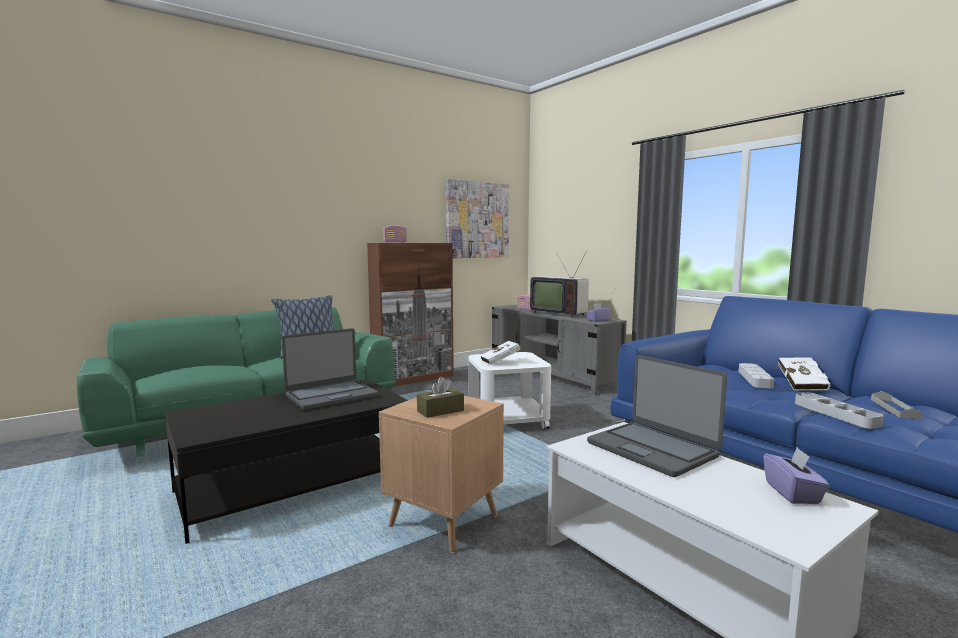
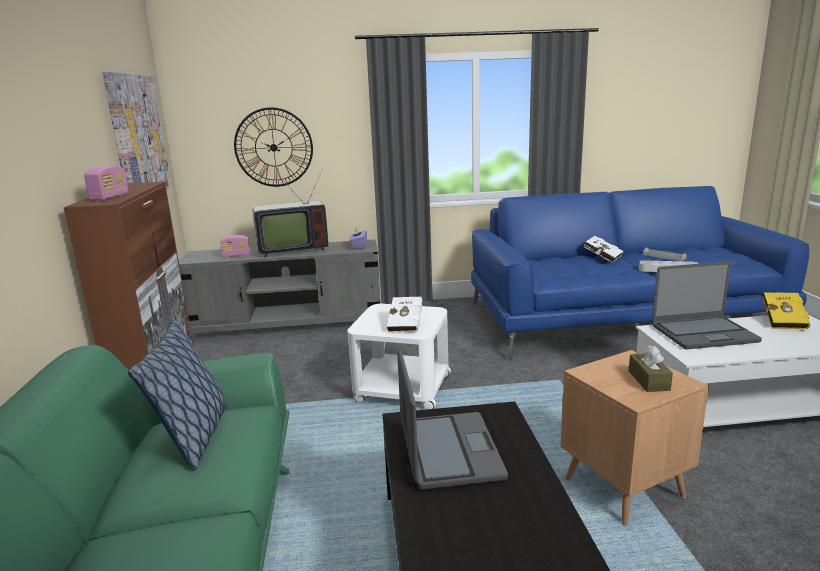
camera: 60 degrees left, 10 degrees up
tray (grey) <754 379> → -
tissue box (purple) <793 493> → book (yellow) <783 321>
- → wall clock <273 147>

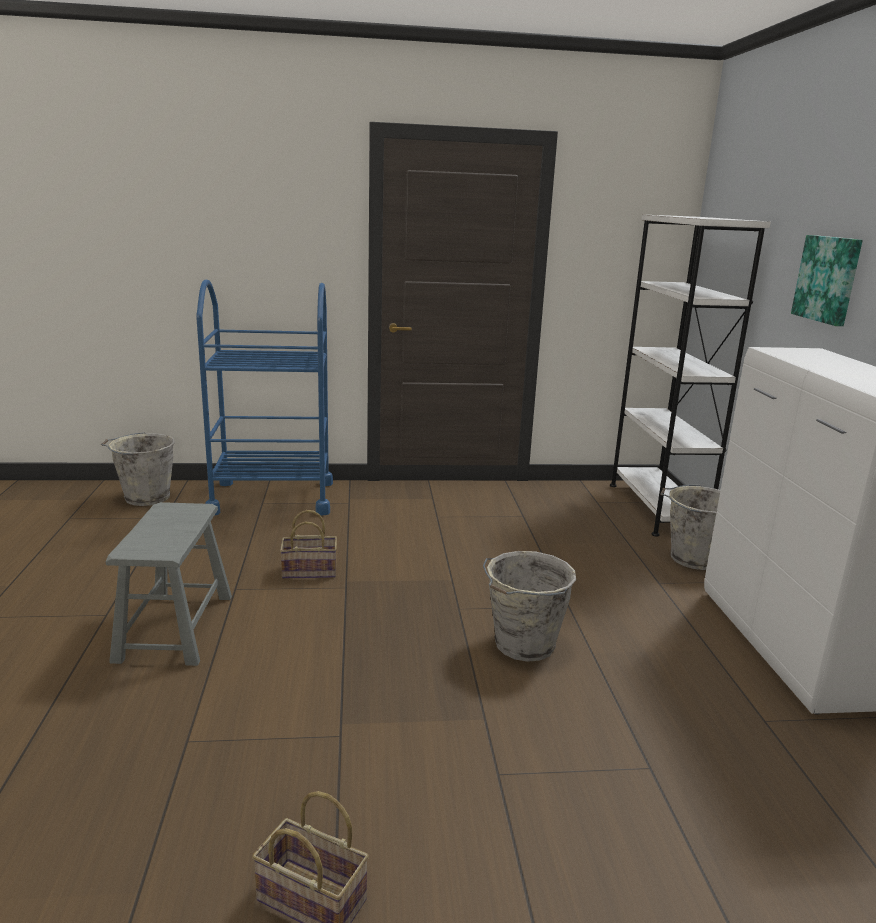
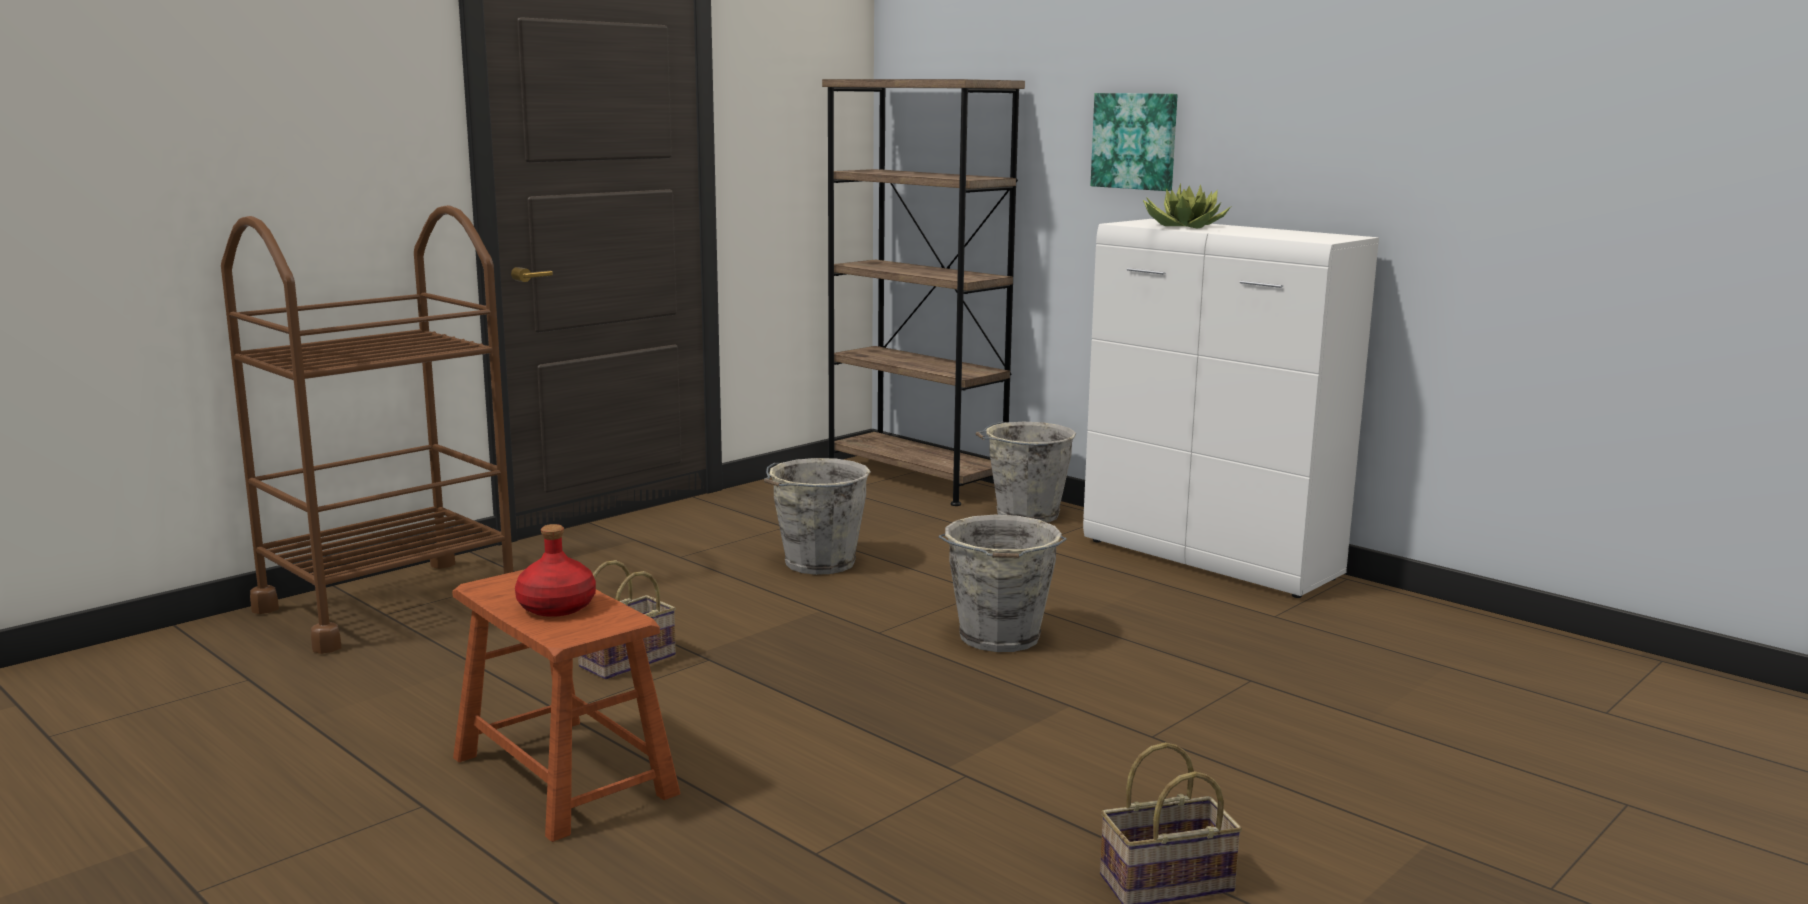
camera: 40 degrees left, 5 degrees down
bookcase (white) <657 508> → bookcase (brown) <915 479>
cart (blue) <272 498> → cart (brown) <389 604>
bucket (grey) <145 497> → bucket (grey) <817 564>, shifted
stool (grey) <175 627> → stool (brown) <564 776>
- → potted plant <1181 226>
- → bottle (red) <557 607>

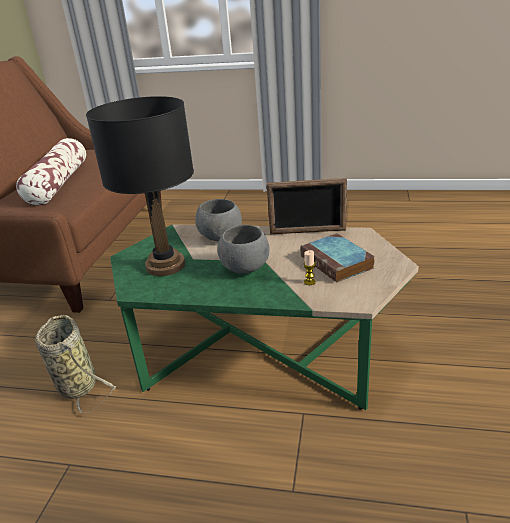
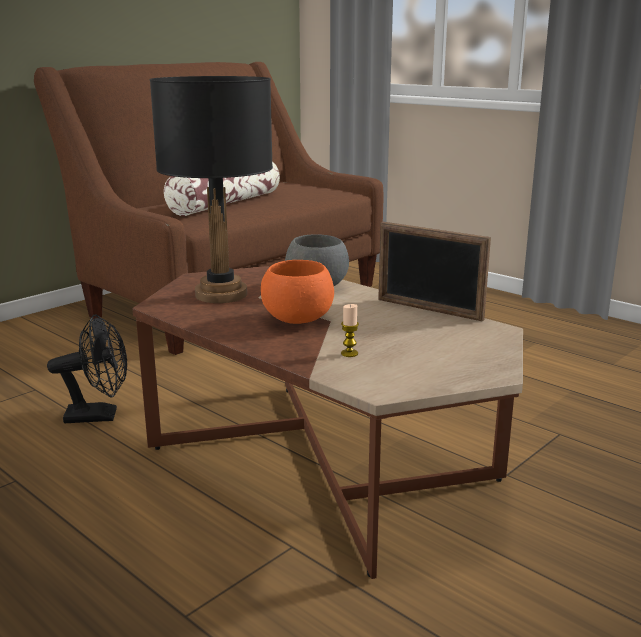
camera: 30 degrees right, 10 degrees down
coffee table (green) <262 351> → coffee table (brown) <321 463>
bowl (grey) <244 268> → bowl (orange) <297 320>
book <338 262> → -
basket <76 384> → fan (black) <100 415>

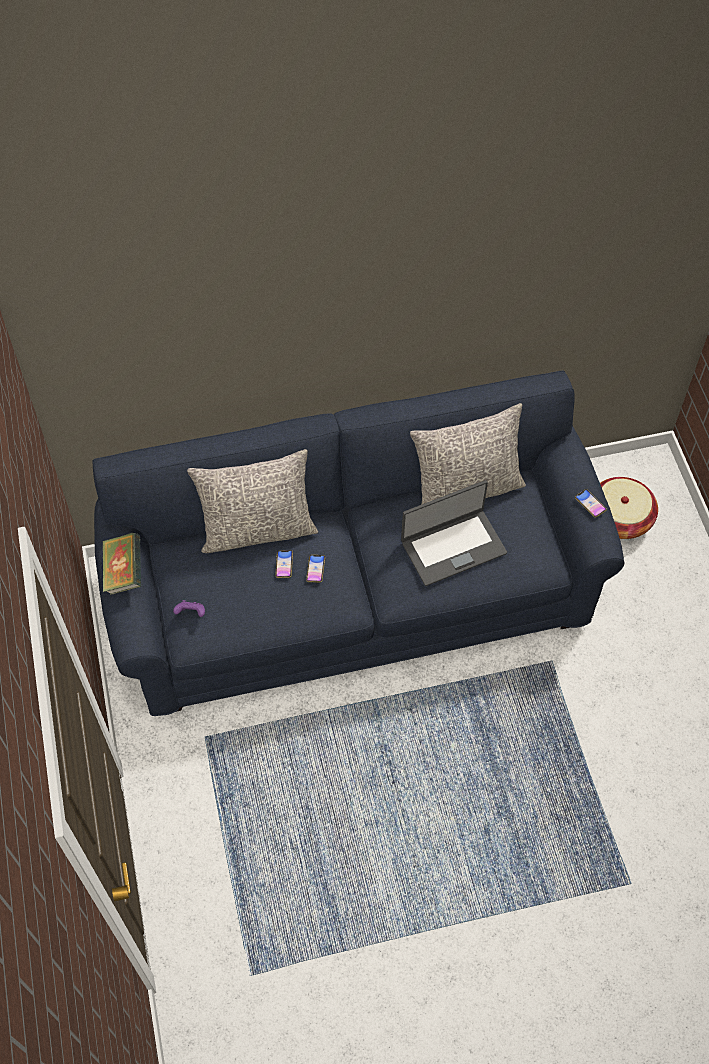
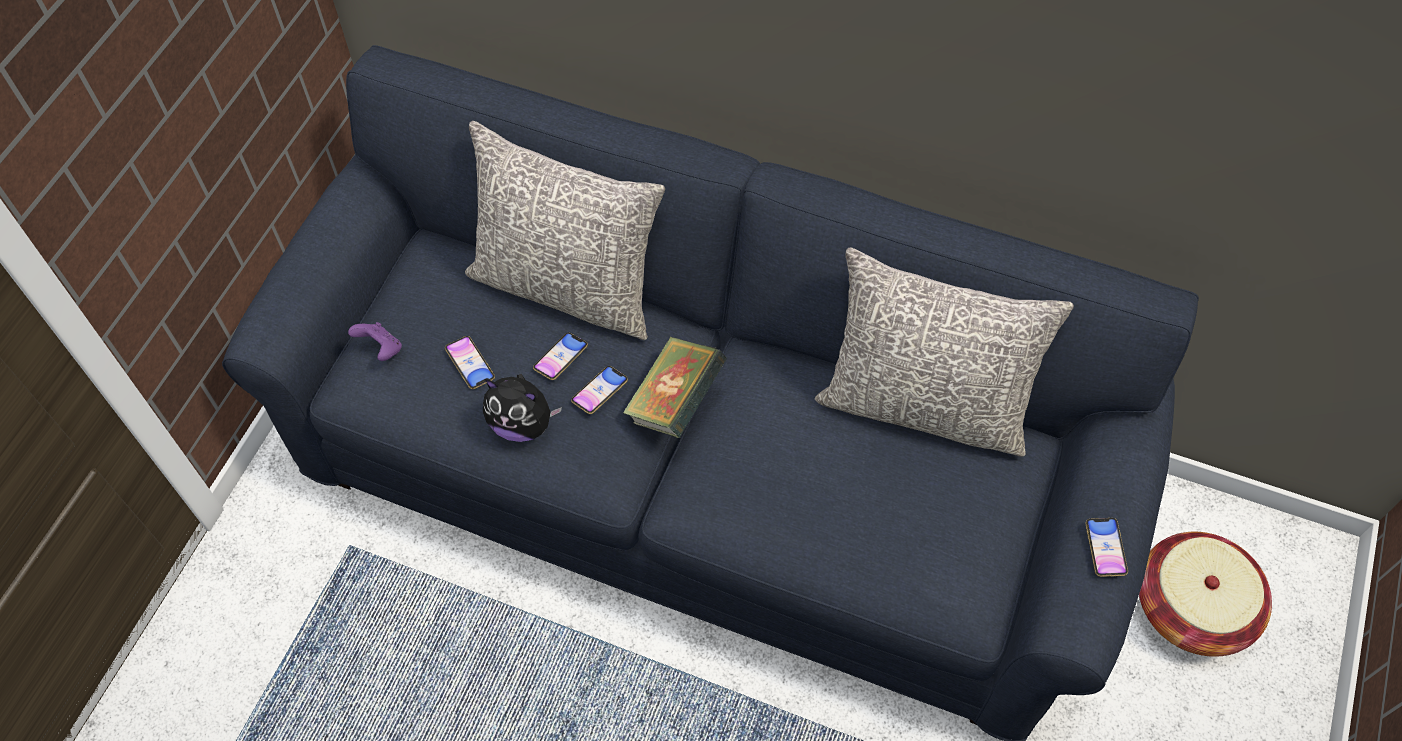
camera: 35 degrees right, 0 degrees up
laptop <453 546> → -
book <124 572> → book <675 402>, shifted
- → phone <470 364>
- → plush toy <522 424>

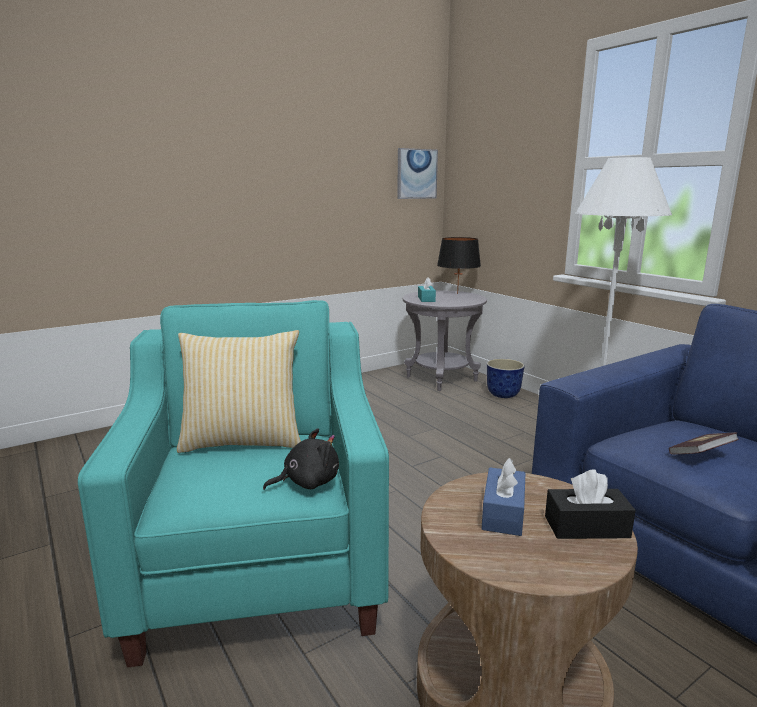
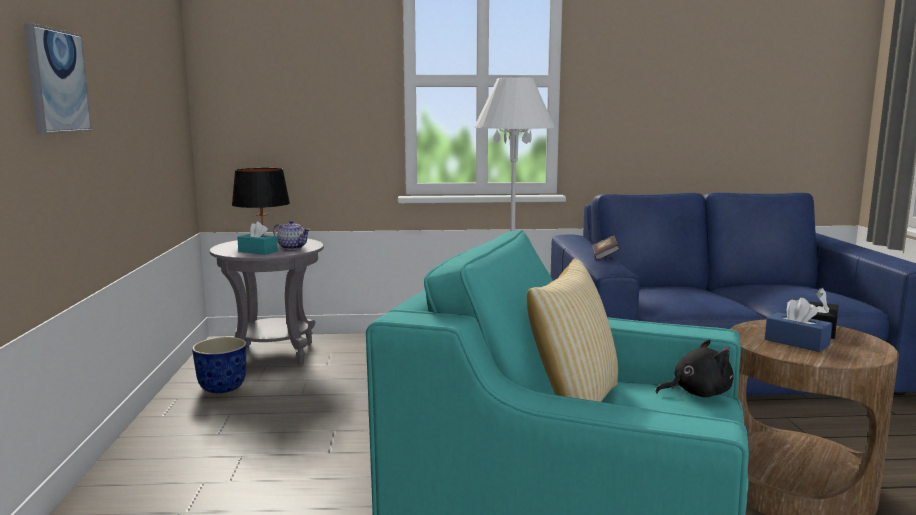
camera: 60 degrees left, 5 degrees down
picture <416 174> → picture <56 81>, shifted
planter <503 394> → planter <222 388>, shifted
plush toy (black) <307 482> → plush toy (black) <697 393>, 75 degrees clockwise
book <701 455> → book <605 256>, shifted
- → teapot <293 247>

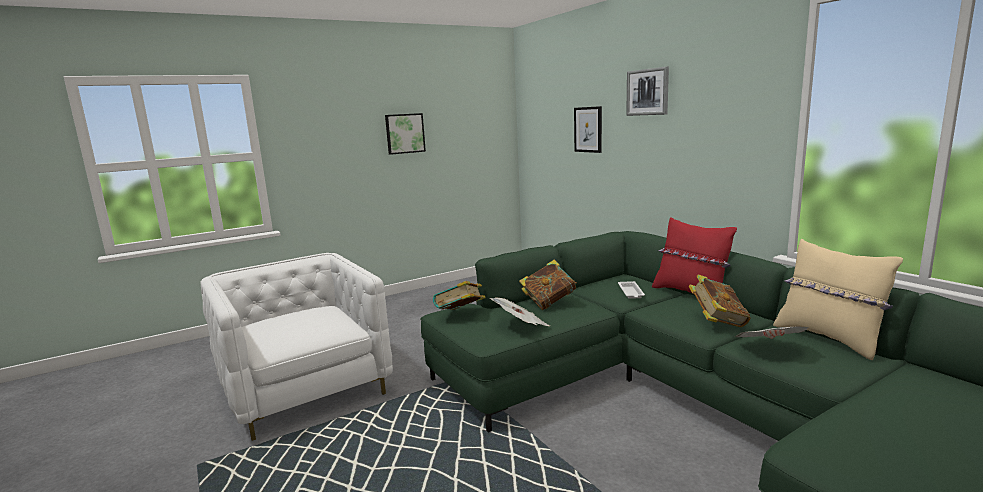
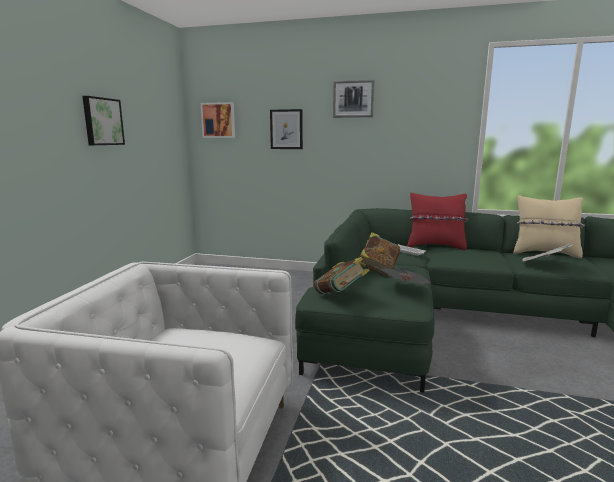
camera: 45 degrees left, 0 degrees up
book <717 321> → -
- → picture <218 120>

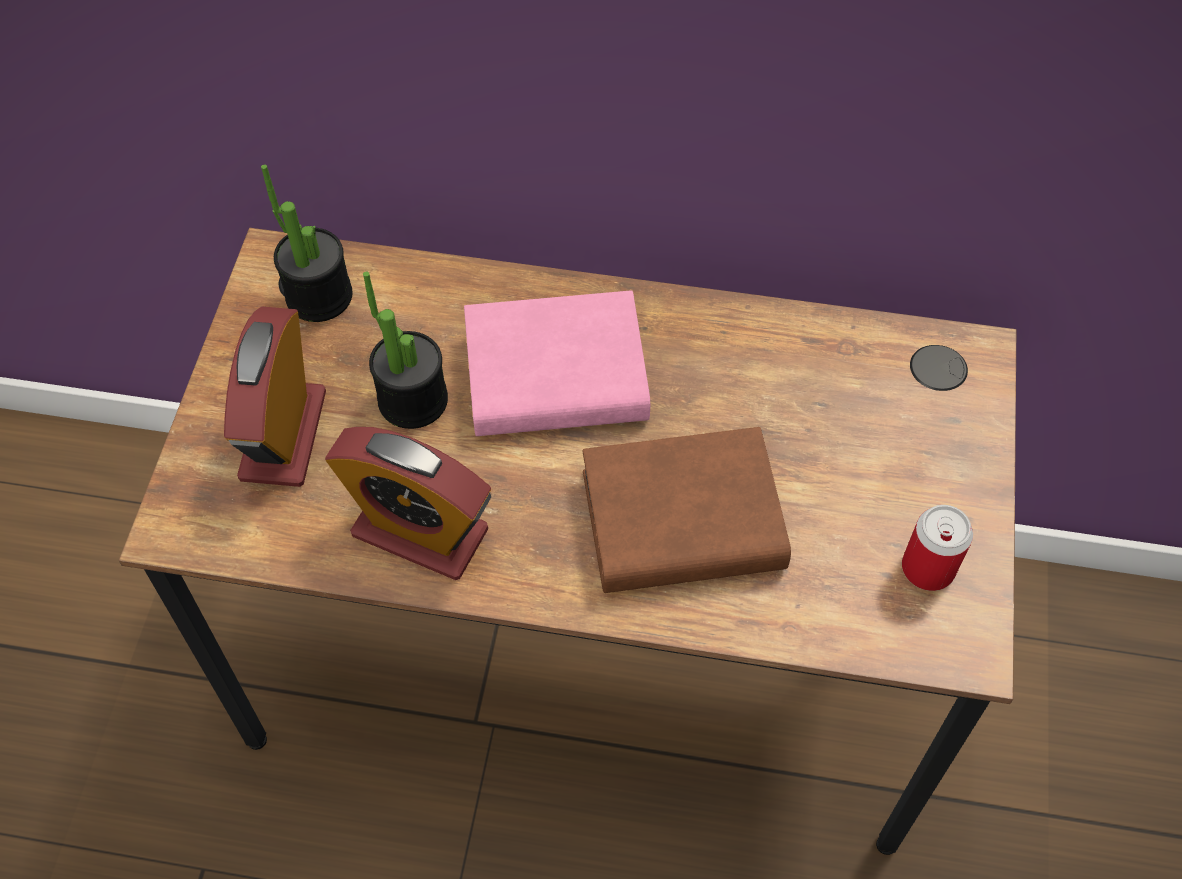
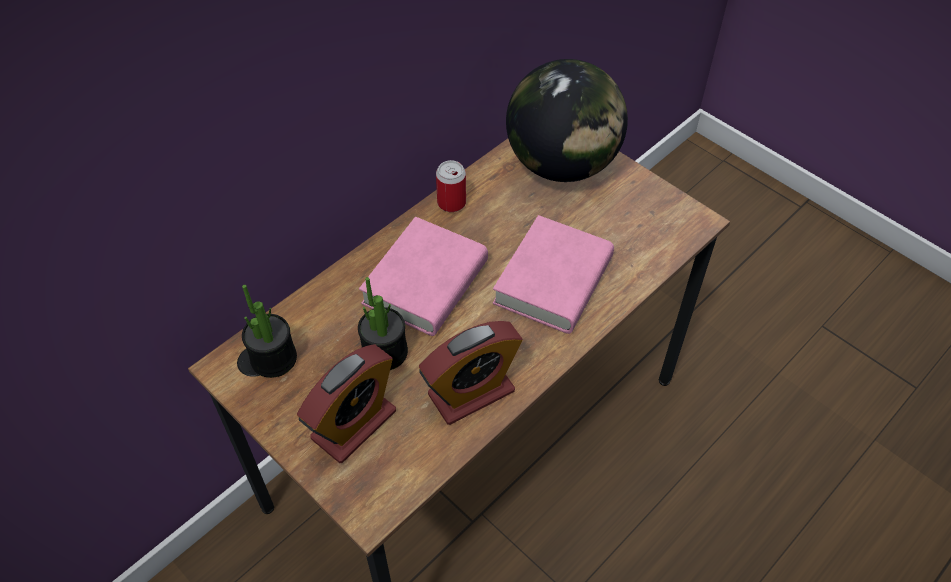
camera: 55 degrees left, 5 degrees down
alarm clock <283 435> → alarm clock <354 425>, 90 degrees counterclockwise
book (brown) <682 521> → book (pink) <553 281>
can <928 568> → can <451 202>, shifted
- → globe <561 164>

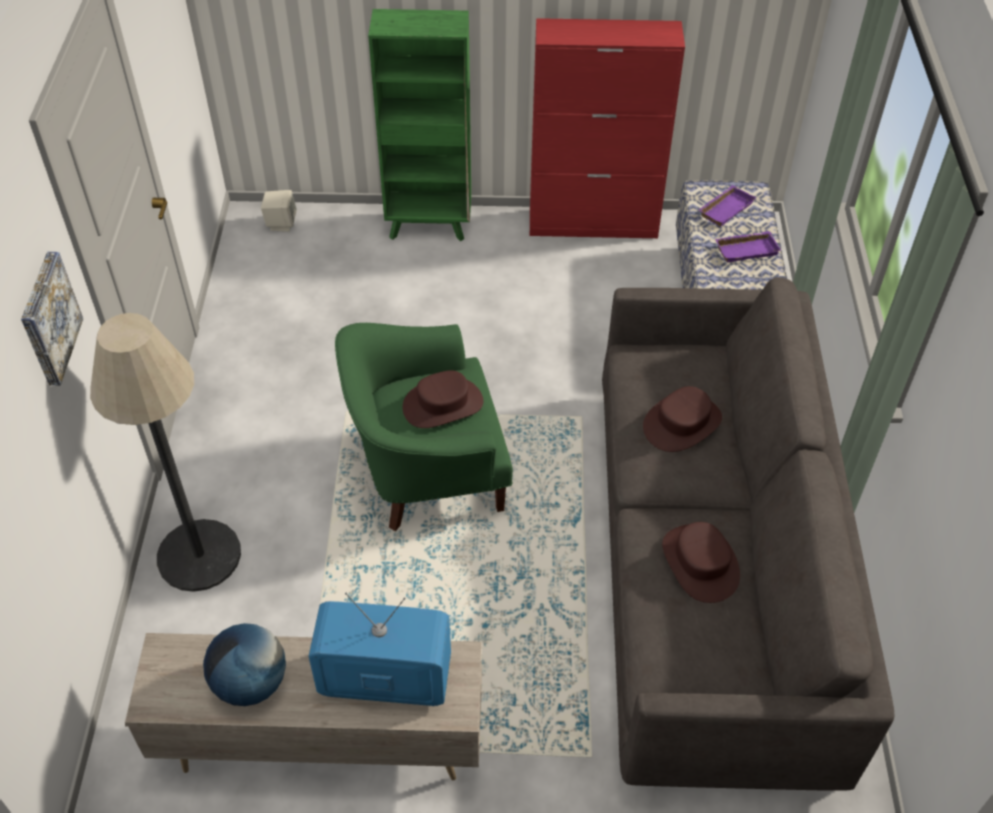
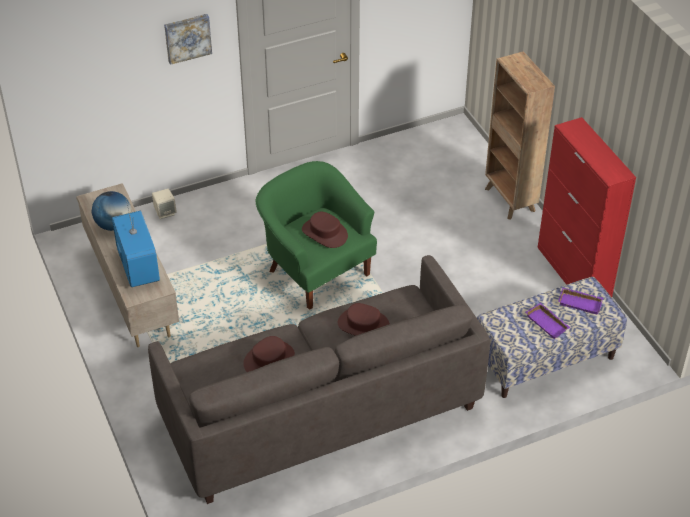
camera: 65 degrees right, 5 degrees down
bookcase (green) <429 225> → bookcase (brown) <510 200>
speaker (beige) <281 223> → speaker (beige) <165 212>, shifted
floor lamp <199 555> → -

